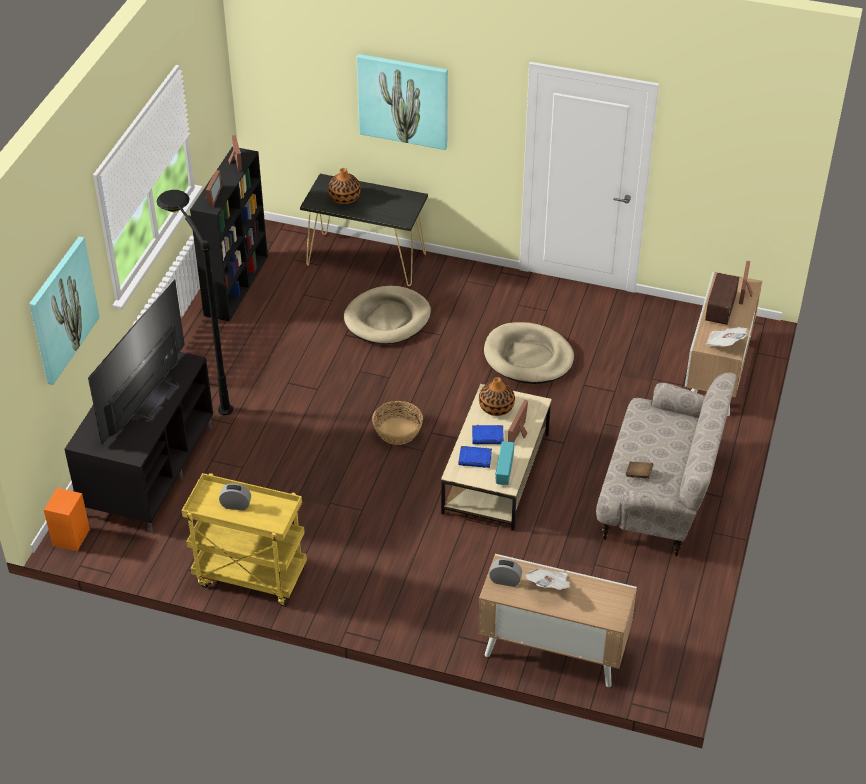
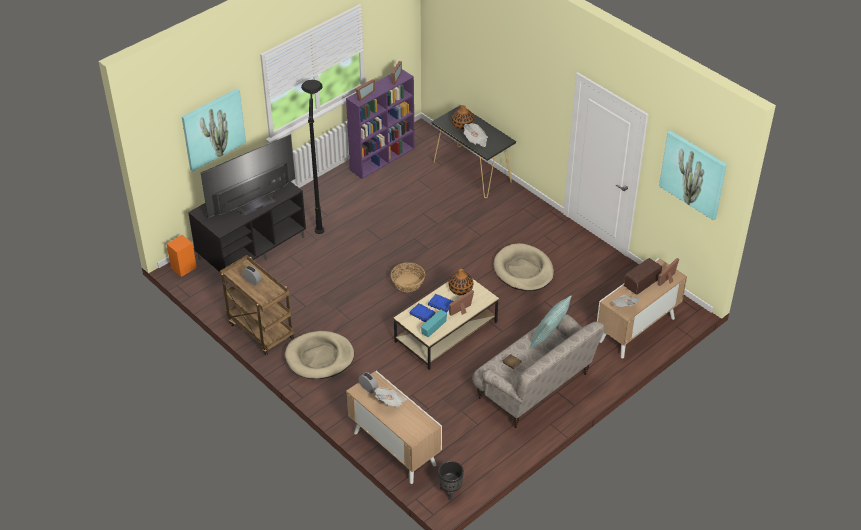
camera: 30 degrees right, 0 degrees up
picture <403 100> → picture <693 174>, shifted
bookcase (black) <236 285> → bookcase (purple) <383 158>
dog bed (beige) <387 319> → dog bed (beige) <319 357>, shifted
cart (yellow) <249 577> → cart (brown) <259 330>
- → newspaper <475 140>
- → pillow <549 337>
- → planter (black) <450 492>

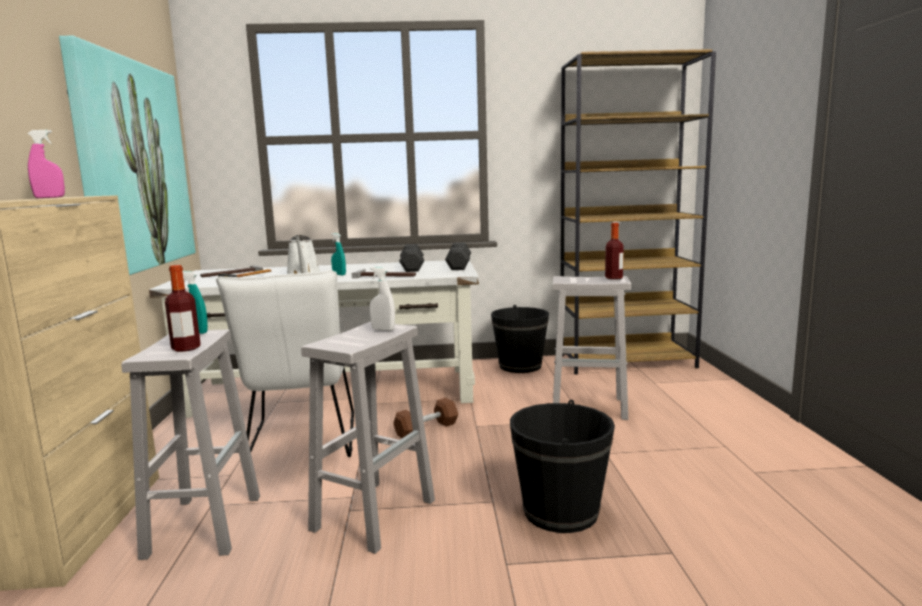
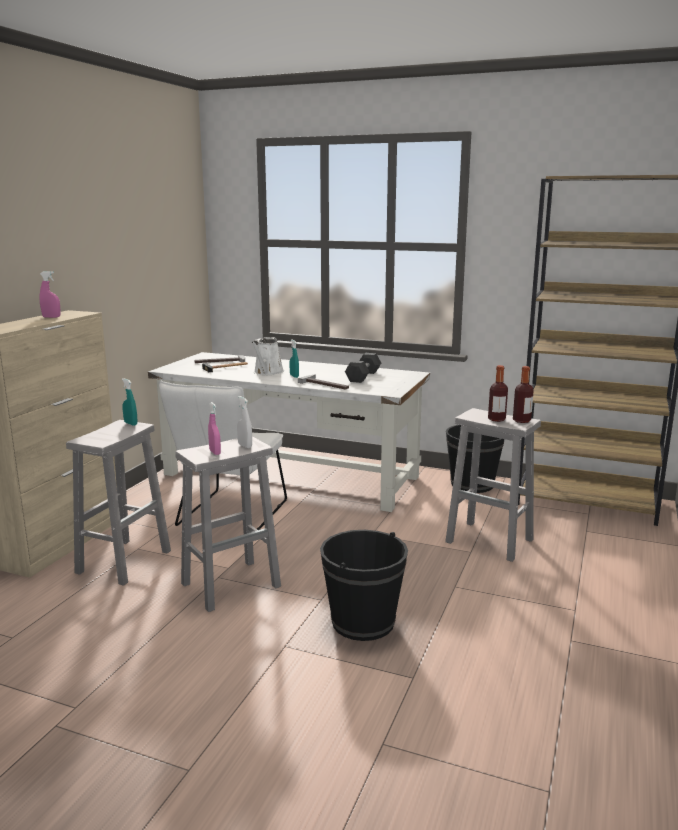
camera: 25 degrees right, 5 degrees up
picture <133 166> → -
dumbbell (grey) <458 266> → -
bottle <186 348> → bottle <496 419>, shifted
dumbbell (brown) <426 429> → -
- → spray bottle (pink) <215 452>

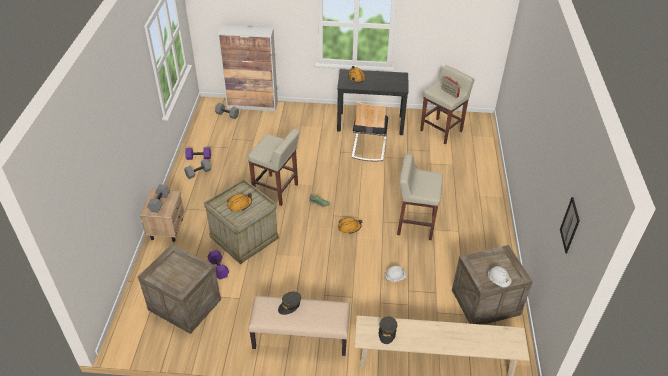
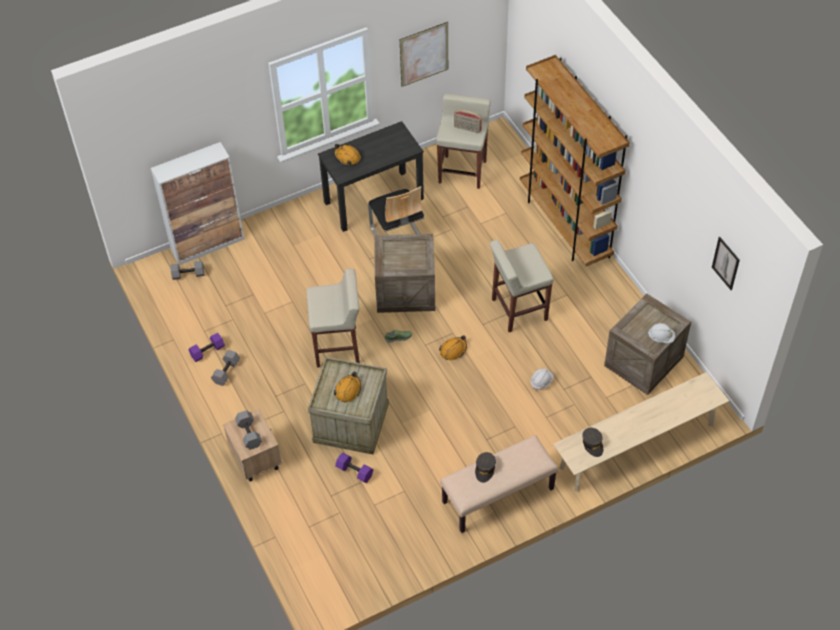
camera: 30 degrees left, 10 degrees up
crate <185 305> → crate <406 291>, shifted
- → picture <424 54>
- → bookcase (brown) <565 225>

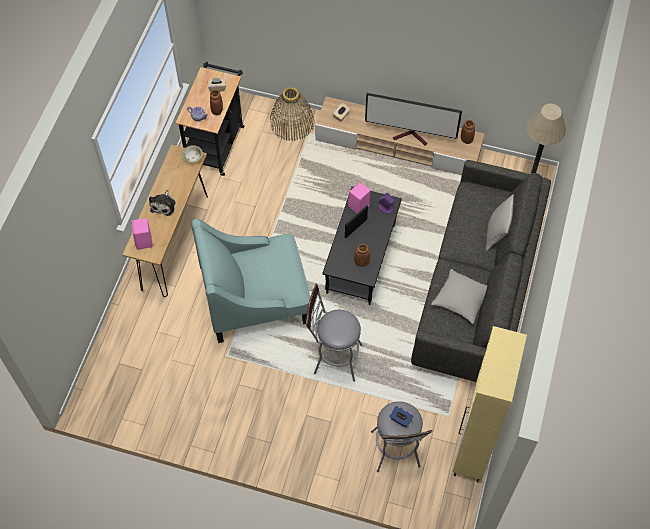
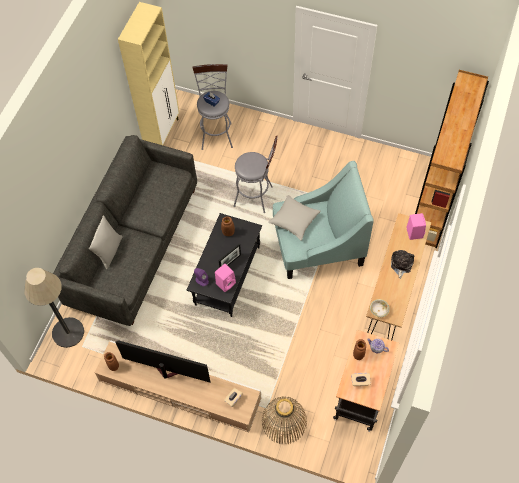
camera: 175 degrees left, 0 degrees up
pillow (grey) <461 299> → pillow (grey) <294 220>, shifted
- → bookcase (brown) <433 205>

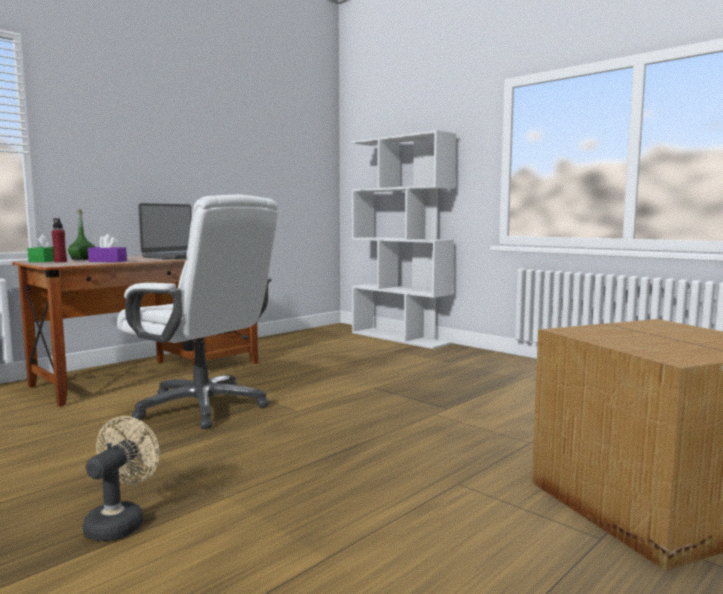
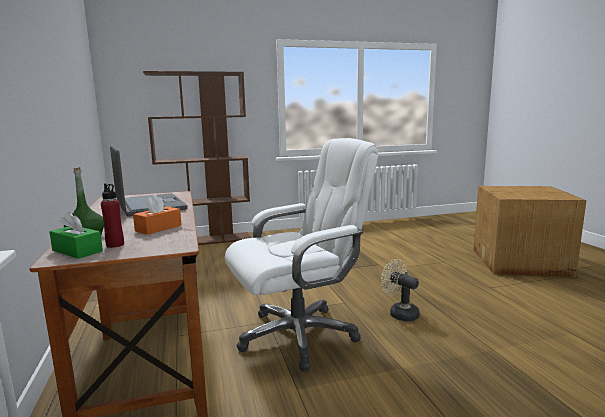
camera: 60 degrees left, 5 degrees up
bookcase (white) <400 338> → bookcase (brown) <207 240>
tissue box (purple) <107 261> → tissue box (orange) <158 228>
fan (beige) <120 522> → fan (beige) <399 313>, shifted

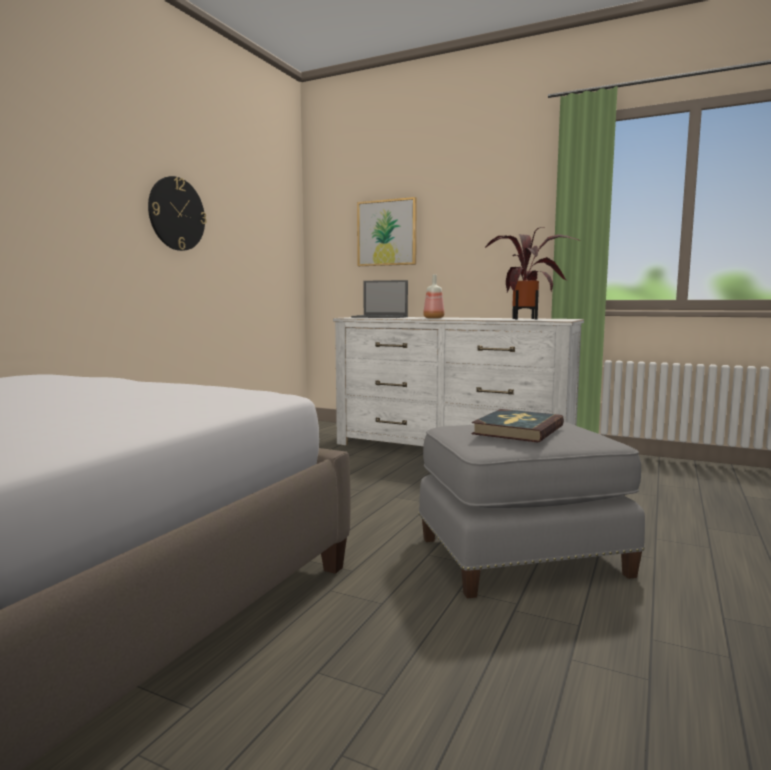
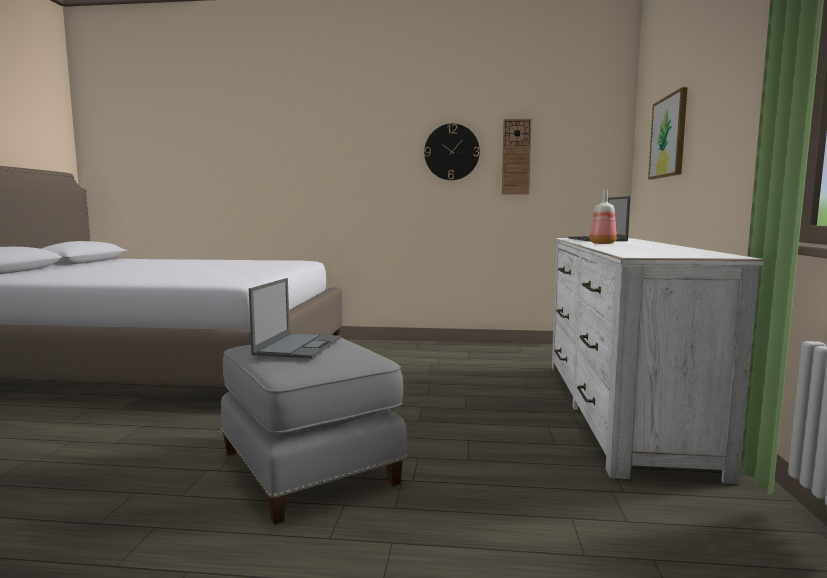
camera: 70 degrees right, 0 degrees up
potted plant <525 319> → -
book <517 430> → laptop <298 346>
- → wall clock <516 157>

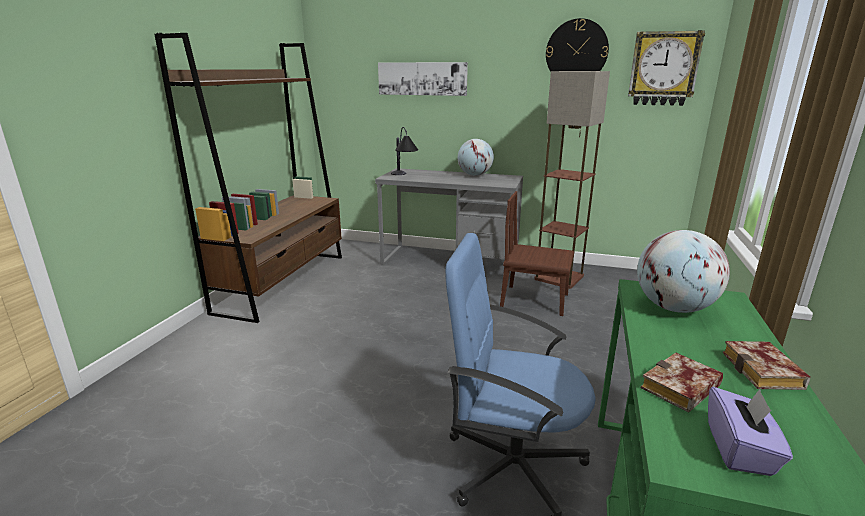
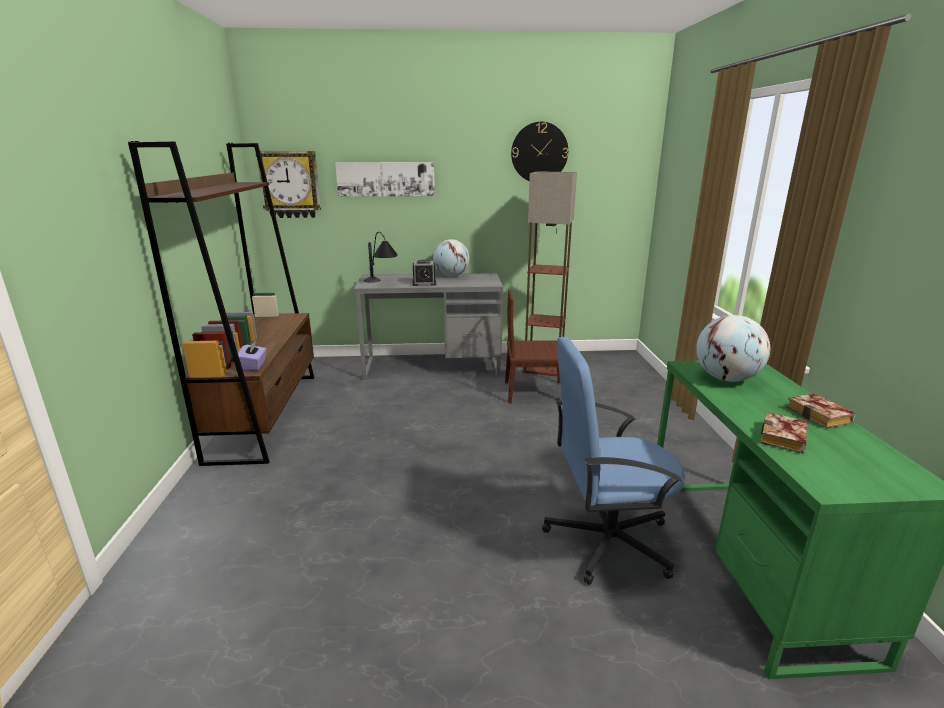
camera: 20 degrees left, 0 degrees up
wall clock <663 69> → wall clock <290 185>, shifted
tissue box (purple) <739 450> → tissue box (purple) <254 366>, shifted
- → alarm clock <424 283>

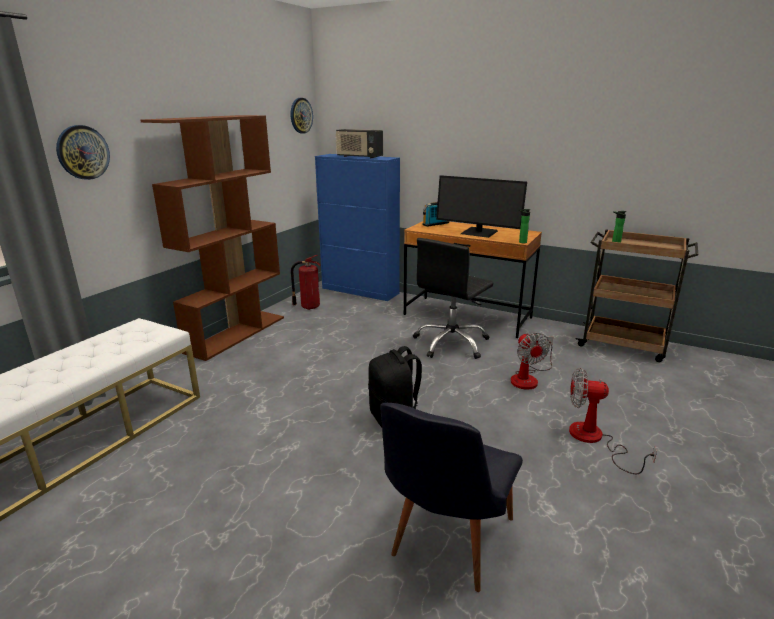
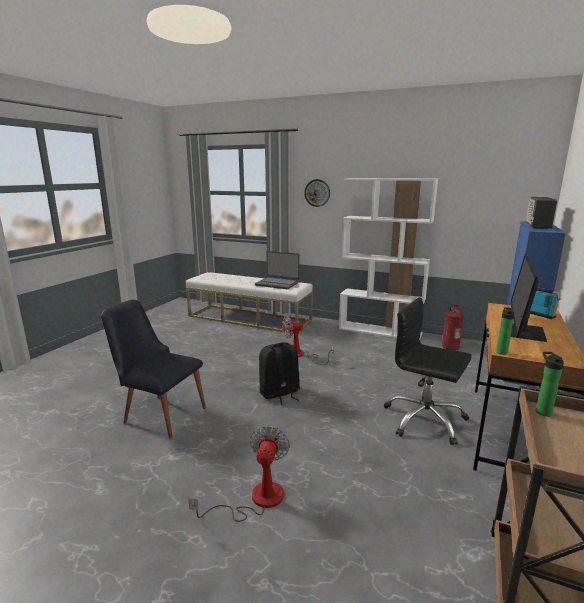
camera: 85 degrees right, 5 degrees down
wall clock <301 115> → -
bookcase (brown) <236 334> → bookcase (white) <380 331>
fan <528 378> → fan <300 355>, shifted
- → laptop <277 284>

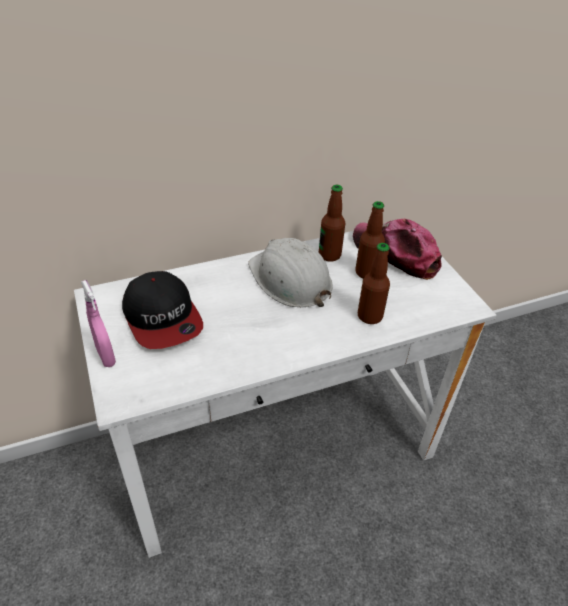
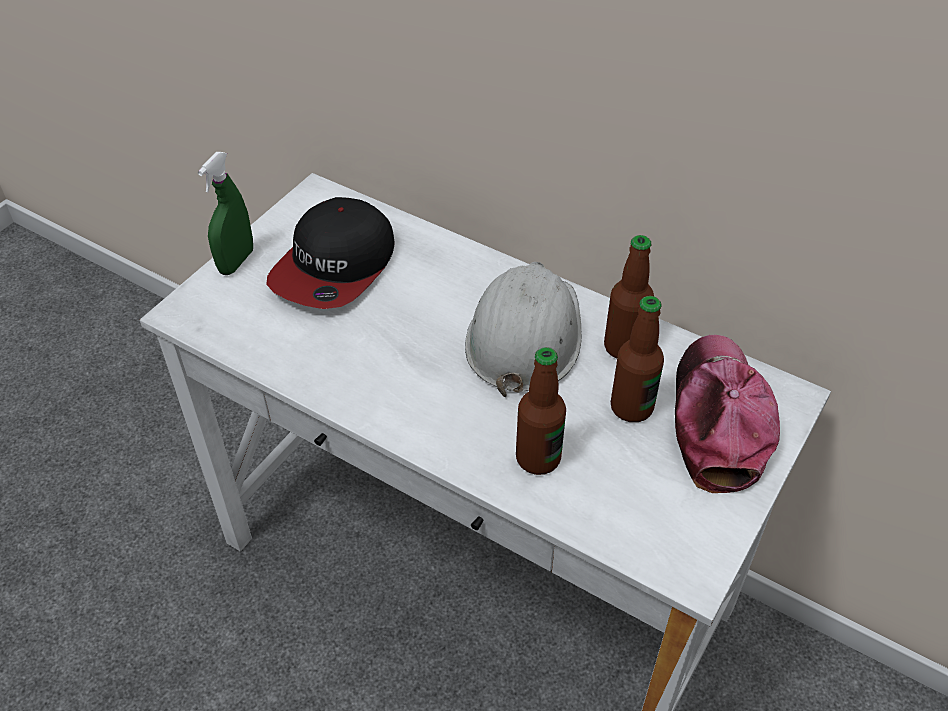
camera: 55 degrees right, 5 degrees up
spray bottle (pink) <106 356> → spray bottle (green) <236 262>

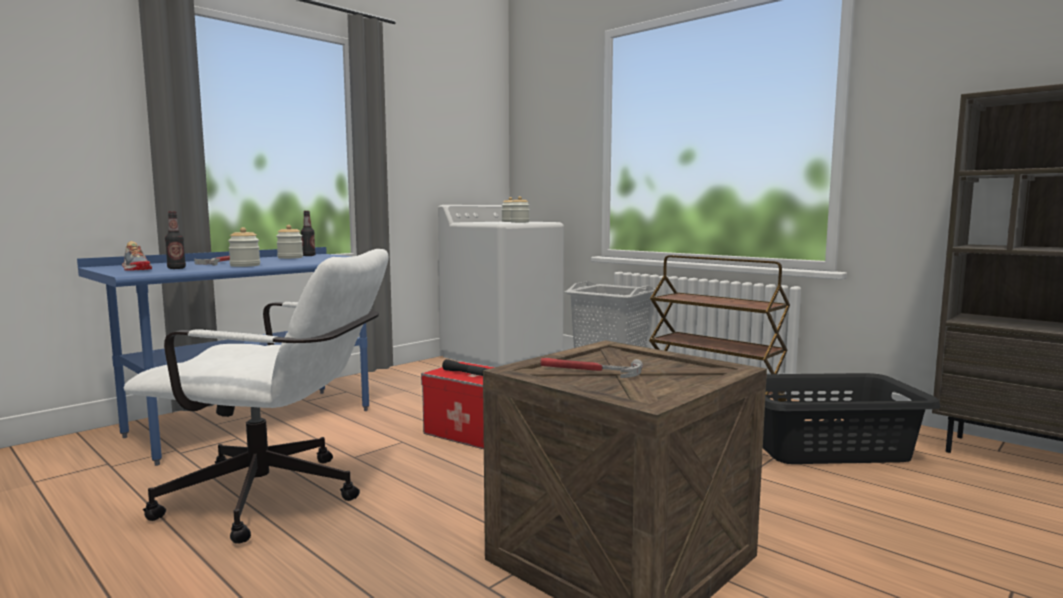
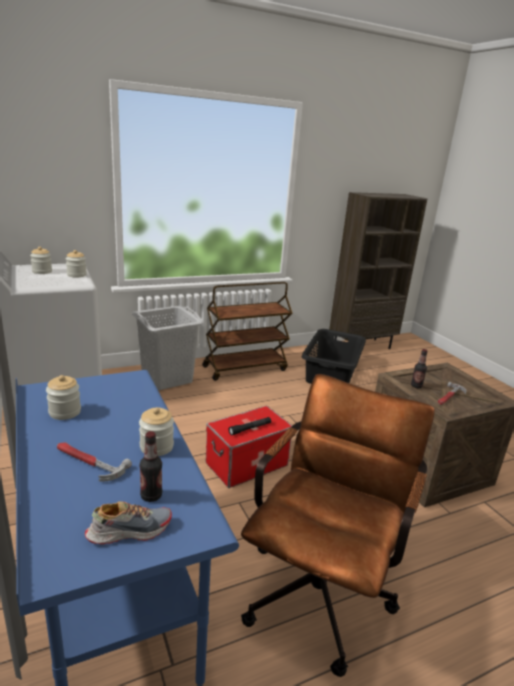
camera: 70 degrees left, 15 degrees up
bottle <308 255> → bottle <416 386>, shifted
office chair (white) <279 498> → office chair (brown) <321 586>

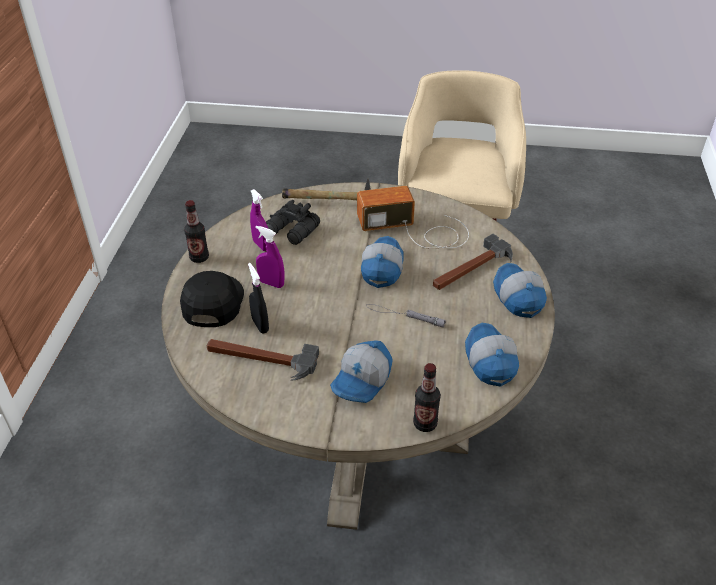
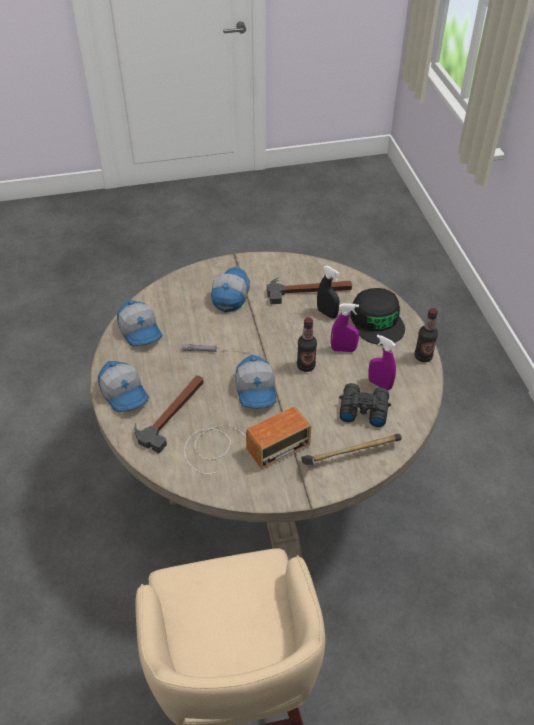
camera: 160 degrees right, 5 degrees up
bottle <425 424> → bottle <306 366>, shifted

